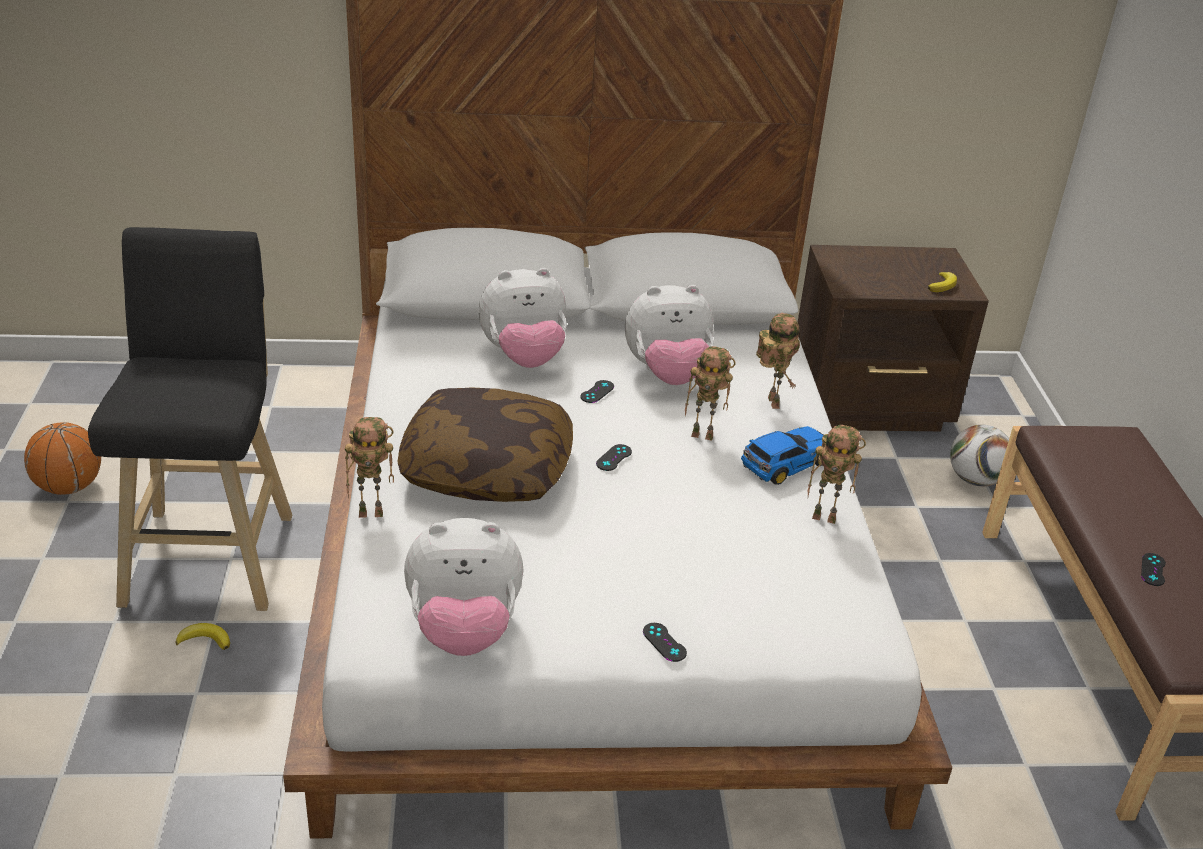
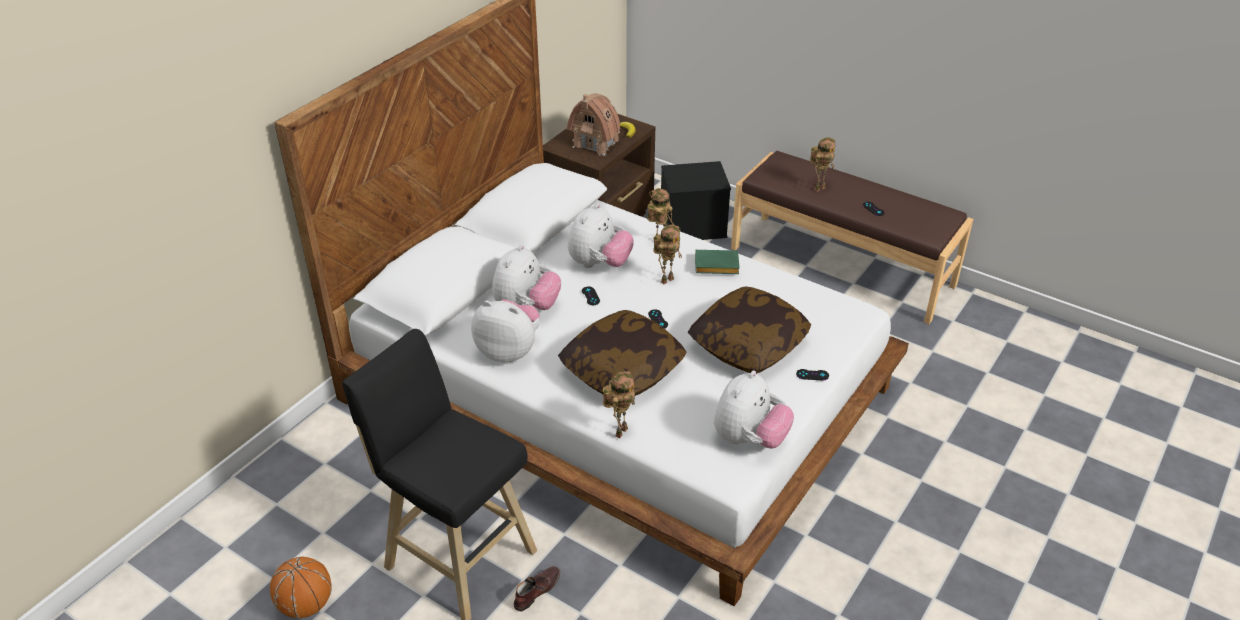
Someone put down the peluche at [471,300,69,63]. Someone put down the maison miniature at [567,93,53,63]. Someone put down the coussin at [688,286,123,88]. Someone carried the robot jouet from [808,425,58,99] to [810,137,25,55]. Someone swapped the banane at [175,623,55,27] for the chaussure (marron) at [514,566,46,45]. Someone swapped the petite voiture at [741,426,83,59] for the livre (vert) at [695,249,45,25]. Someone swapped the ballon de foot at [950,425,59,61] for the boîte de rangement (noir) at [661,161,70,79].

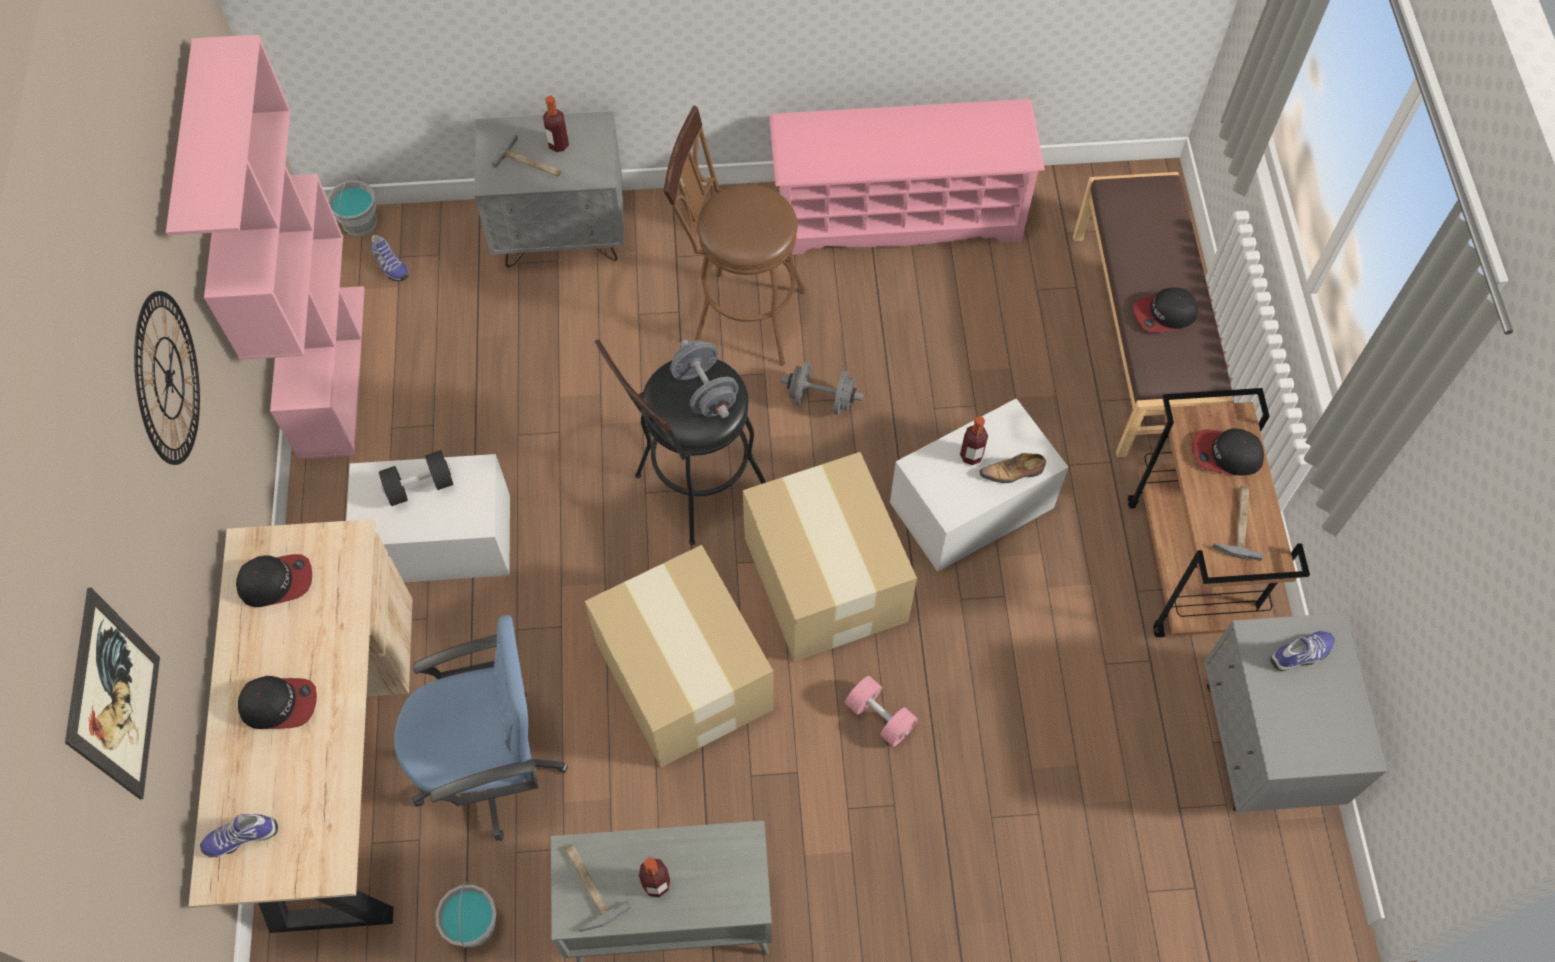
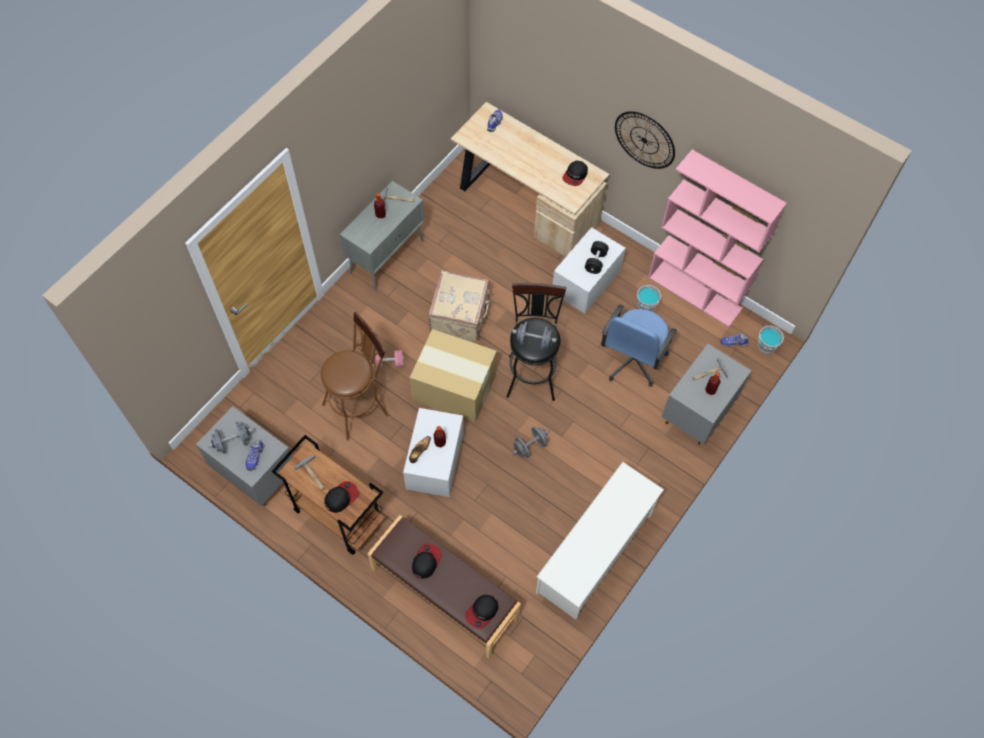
Someone took away the tableau at [65,588,95,211]. Someone put down the haltère (gris) at [208,422,45,32]. Someone carried the casquette from [238,676,79,53] to [465,595,33,34]. Someone carried the chaise de bureau (bleu) from [394,615,174,226] to [601,305,76,82]. Someone carried the seau (gris) from [435,882,61,66] to [637,285,24,26]. Someone carried the tabouret (marron) from [663,106,143,260] to [321,312,67,128]. Someone swapped the carton at [585,545,189,223] for the valise (beige) at [428,271,63,71]. Someone repainted the étagère à chaussures (rose) at [769,99,276,156], which became the étagère à chaussures (blanc) at [536,462,128,158].

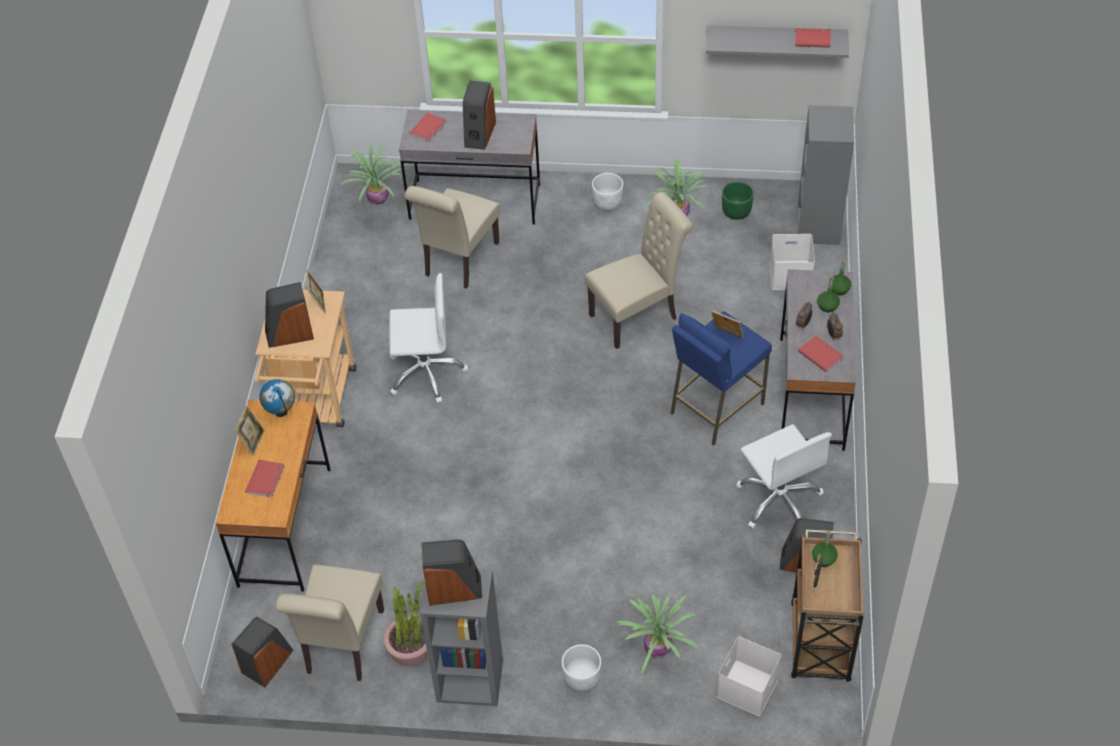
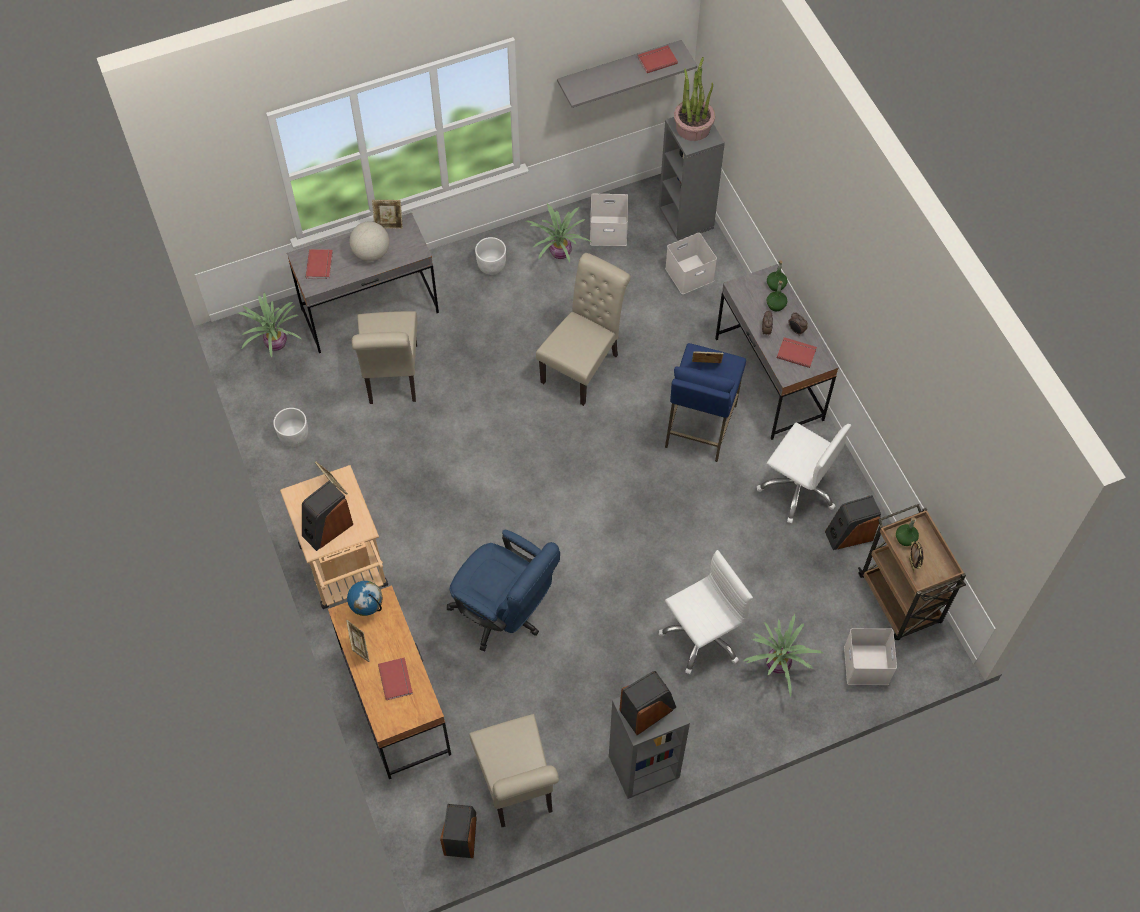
Someone put down the cadre photo at [372,200,31,29]. Someone put down the chaise de bureau (bleu) at [447,530,113,121]. Someone carried the plante en pot from [383,581,45,86] to [674,57,41,84]. Someone carried the chaise de bureau (blanc) from [389,273,79,130] to [659,550,94,124]. Someone carried the cache-pot (blanc) from [562,644,39,48] to [273,408,35,39]. Someone swapped the enceinte at [463,81,33,69] for the globe at [350,222,39,39]. Someone swapped the cache-pot (vert) at [722,181,32,39] for the boîte de rangement (blanc) at [590,194,38,52].

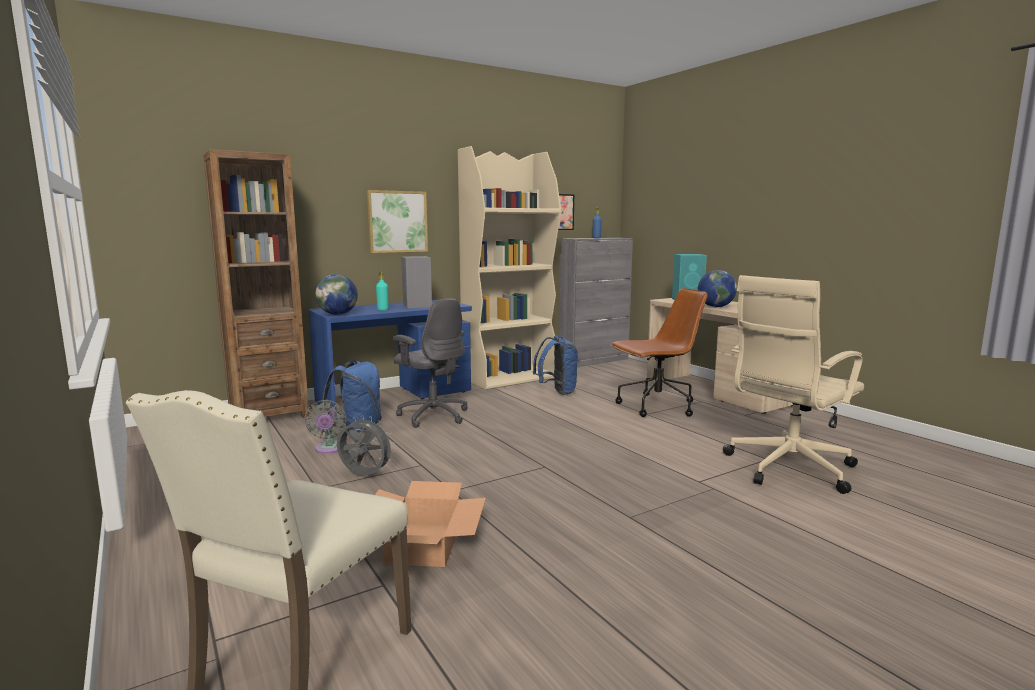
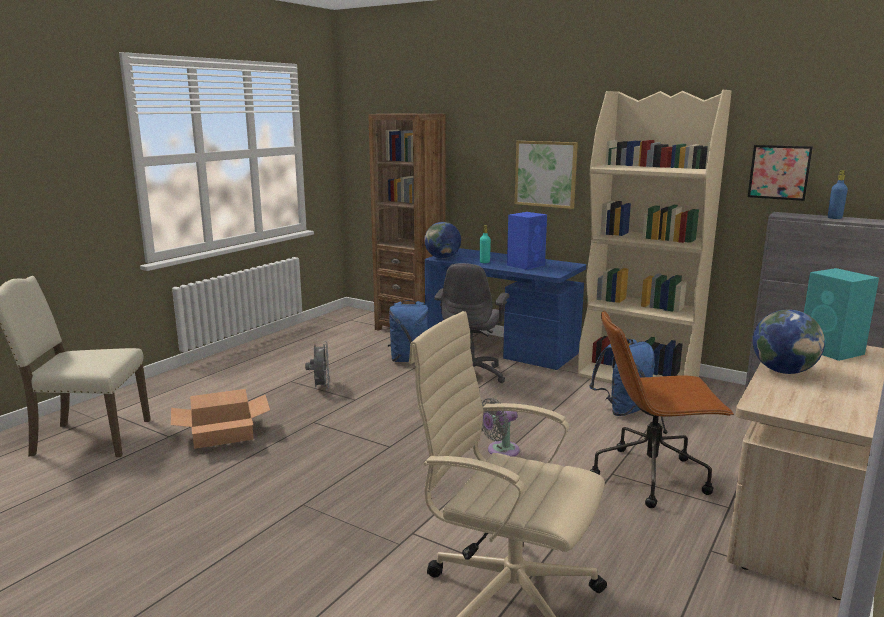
Someone carried the ventilateur (gris) from [304,400,43,54] to [482,398,38,59]. Someone repainted the enceinte (gris) at [401,256,31,52], which became the enceinte (bleu) at [507,212,40,58]. Someone rotated the chaise de bureau (marron) at [610,288,98,129] by 135 degrees clockwise.

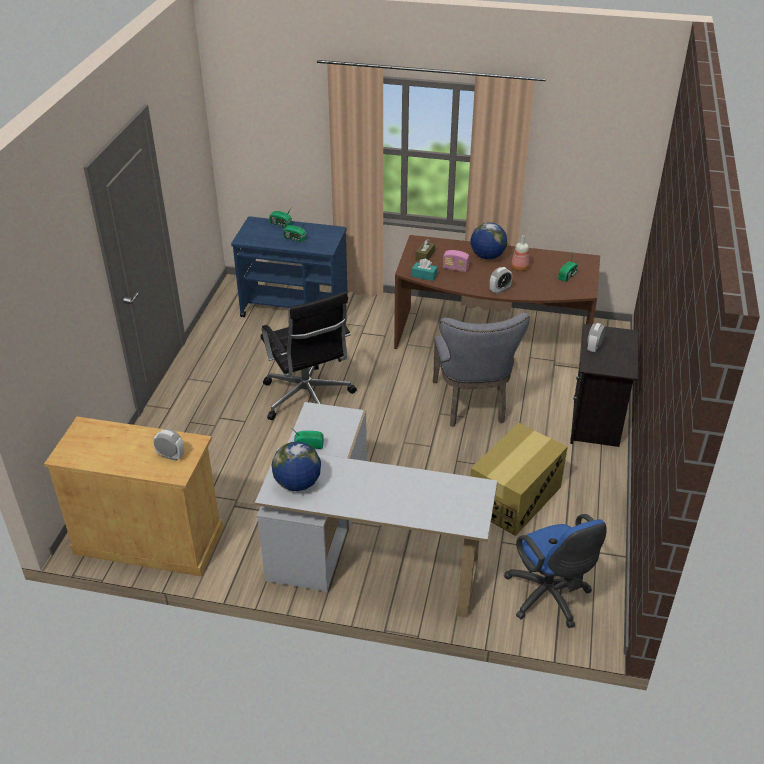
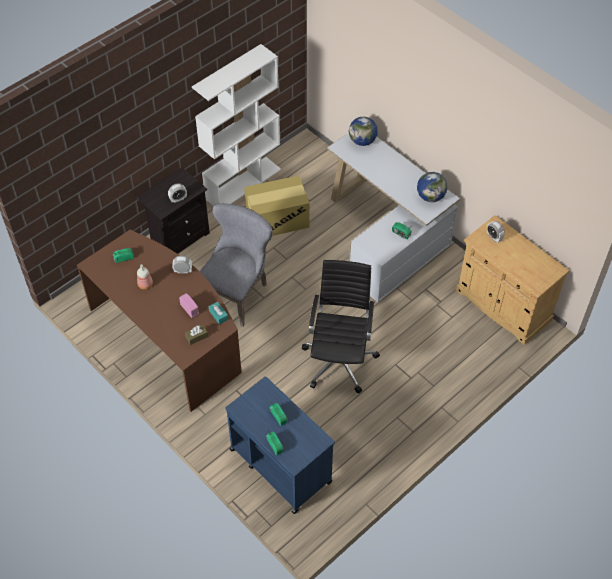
Someone took away the chaise de bureau (bleu) at [504,514,103,114]. Someone put down the bibliothèque (blanc) at [192,44,89,162]. Someone carried the globe from [470,222,37,37] to [349,117,29,29].

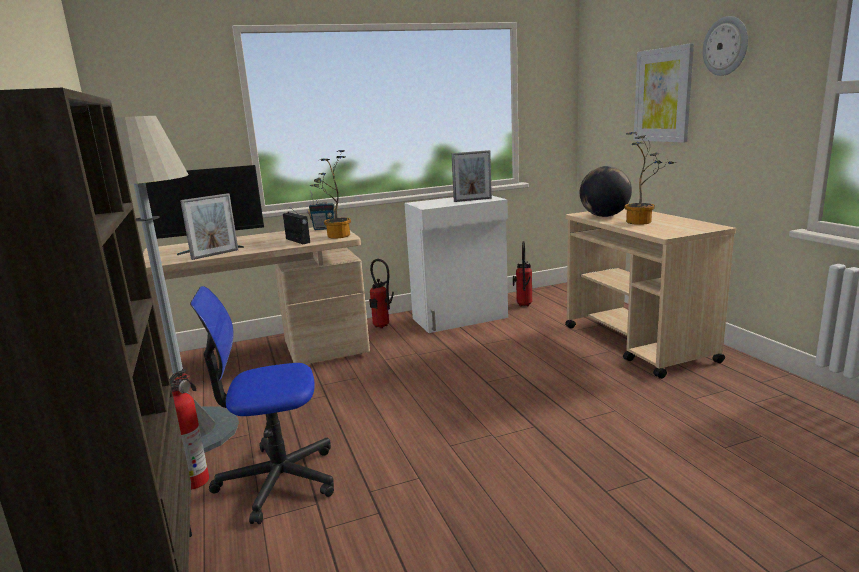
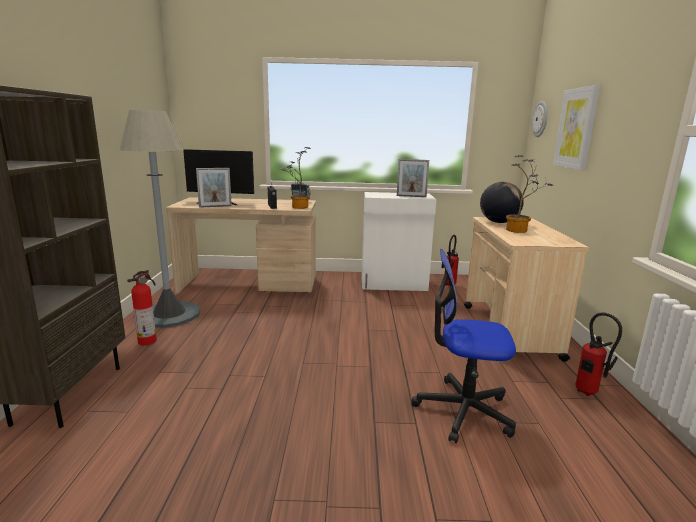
Someone carried the chaise de bureau from [190,286,144,238] to [411,249,105,194]. Someone carried the extincteur from [369,259,25,70] to [575,313,47,83]. Someone carried the horloge murale from [703,16,45,60] to [532,101,16,36].

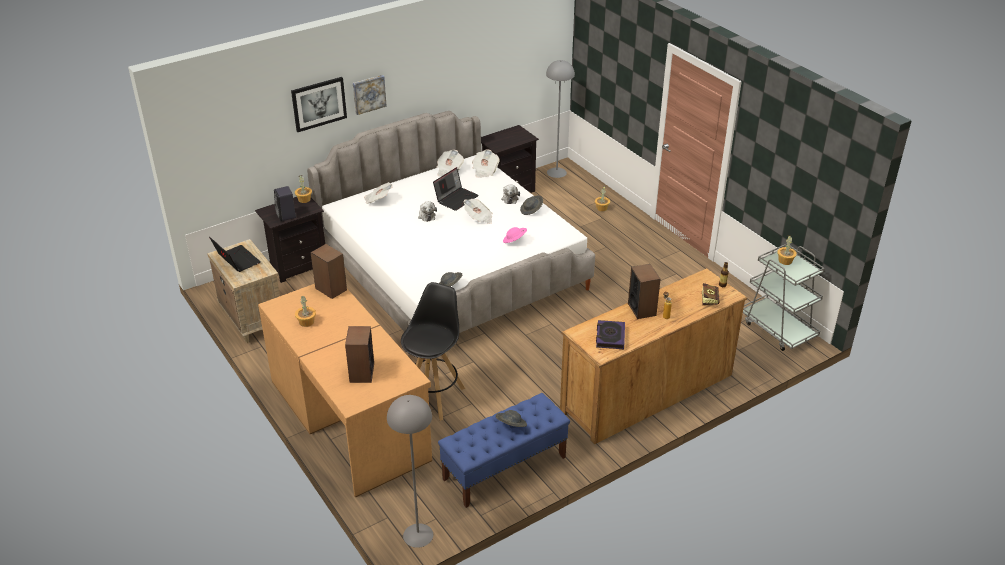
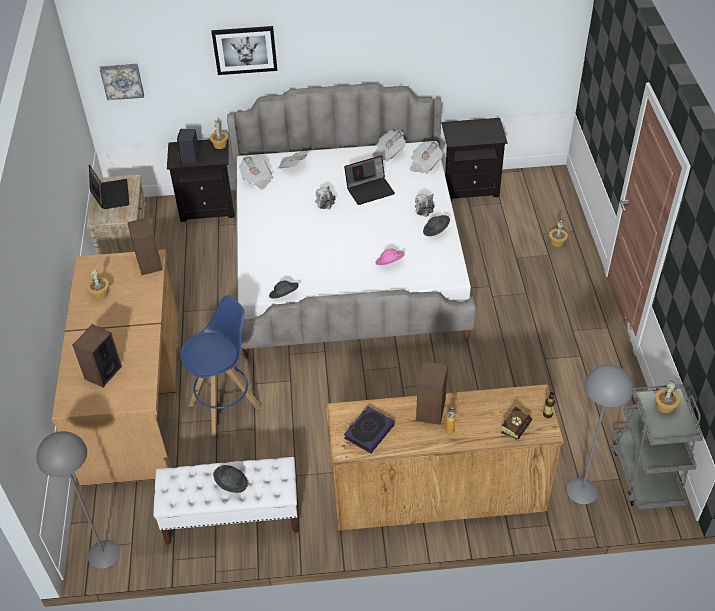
Someone carried the tableau from [353,75,34,40] to [99,64,45,36]. Someone carried the journal from [464,199,29,25] to [239,156,35,33]. Someone carried the lampadaire (gris) from [546,60,29,118] to [567,364,66,140]. Someone repainted the tabouret (noir) at [401,282,64,139], which became the tabouret (bleu) at [180,295,81,141]. Someone repainted the banc (bleu) at [438,393,132,115], which became the banc (blanc) at [153,457,146,88].

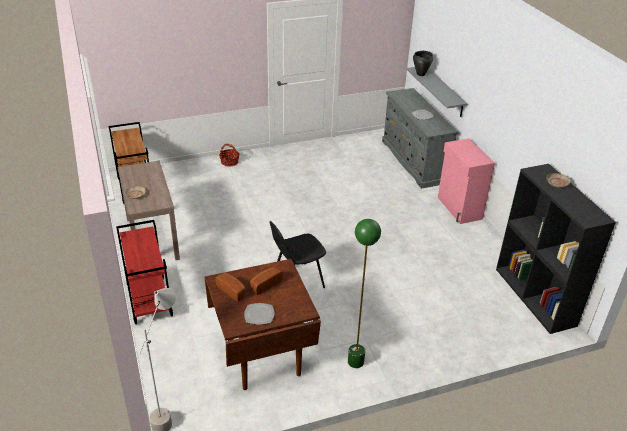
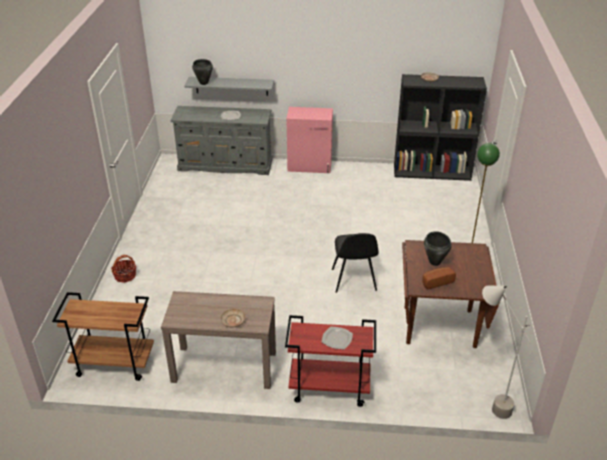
Someone carried the assiette from [244,303,30,22] to [322,327,31,22]. Someone swapped the pain at [250,267,33,28] for the marmite (noir) at [424,231,28,35].

